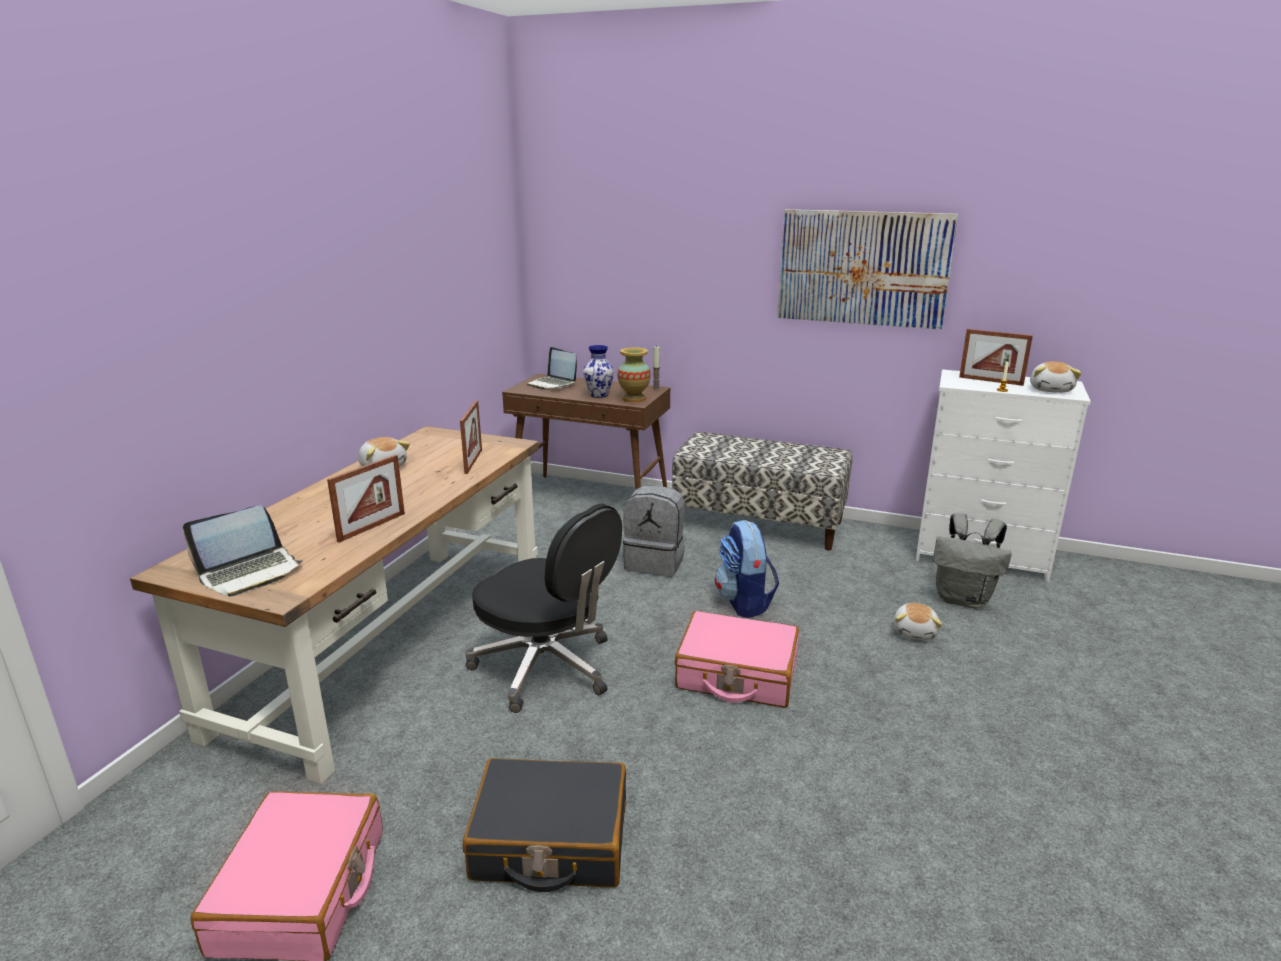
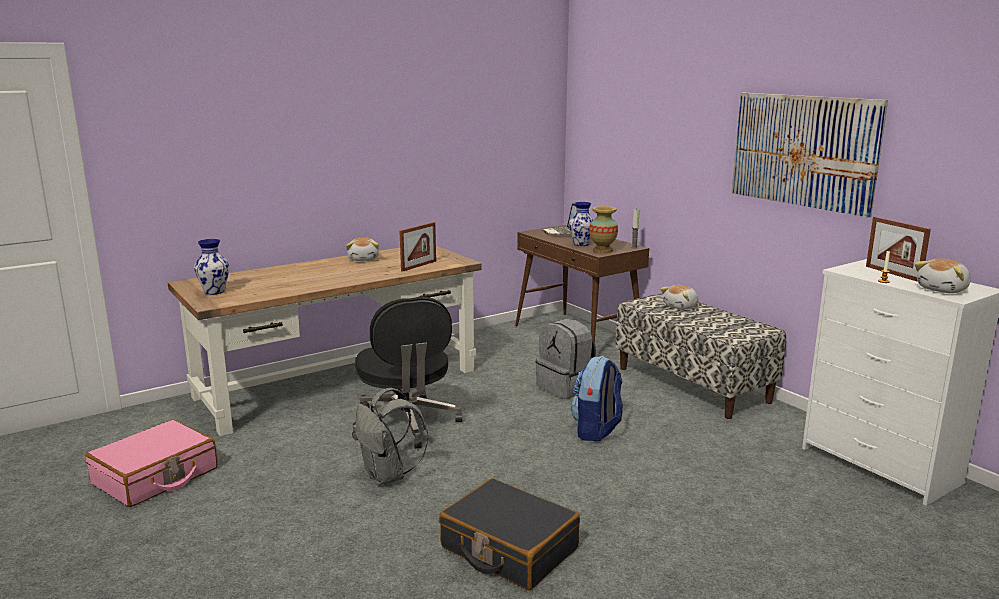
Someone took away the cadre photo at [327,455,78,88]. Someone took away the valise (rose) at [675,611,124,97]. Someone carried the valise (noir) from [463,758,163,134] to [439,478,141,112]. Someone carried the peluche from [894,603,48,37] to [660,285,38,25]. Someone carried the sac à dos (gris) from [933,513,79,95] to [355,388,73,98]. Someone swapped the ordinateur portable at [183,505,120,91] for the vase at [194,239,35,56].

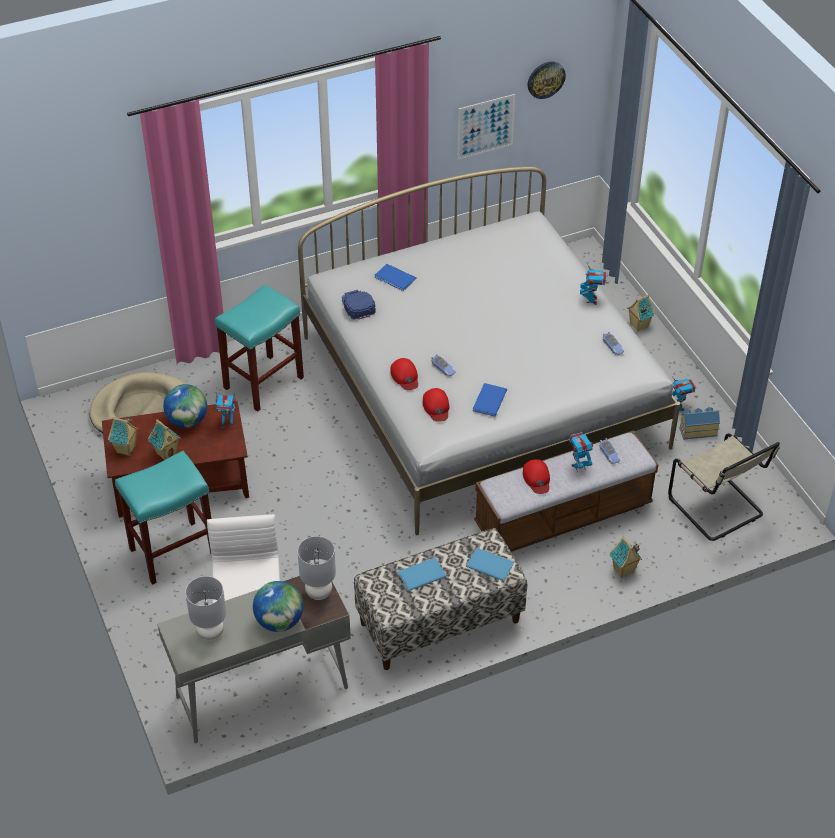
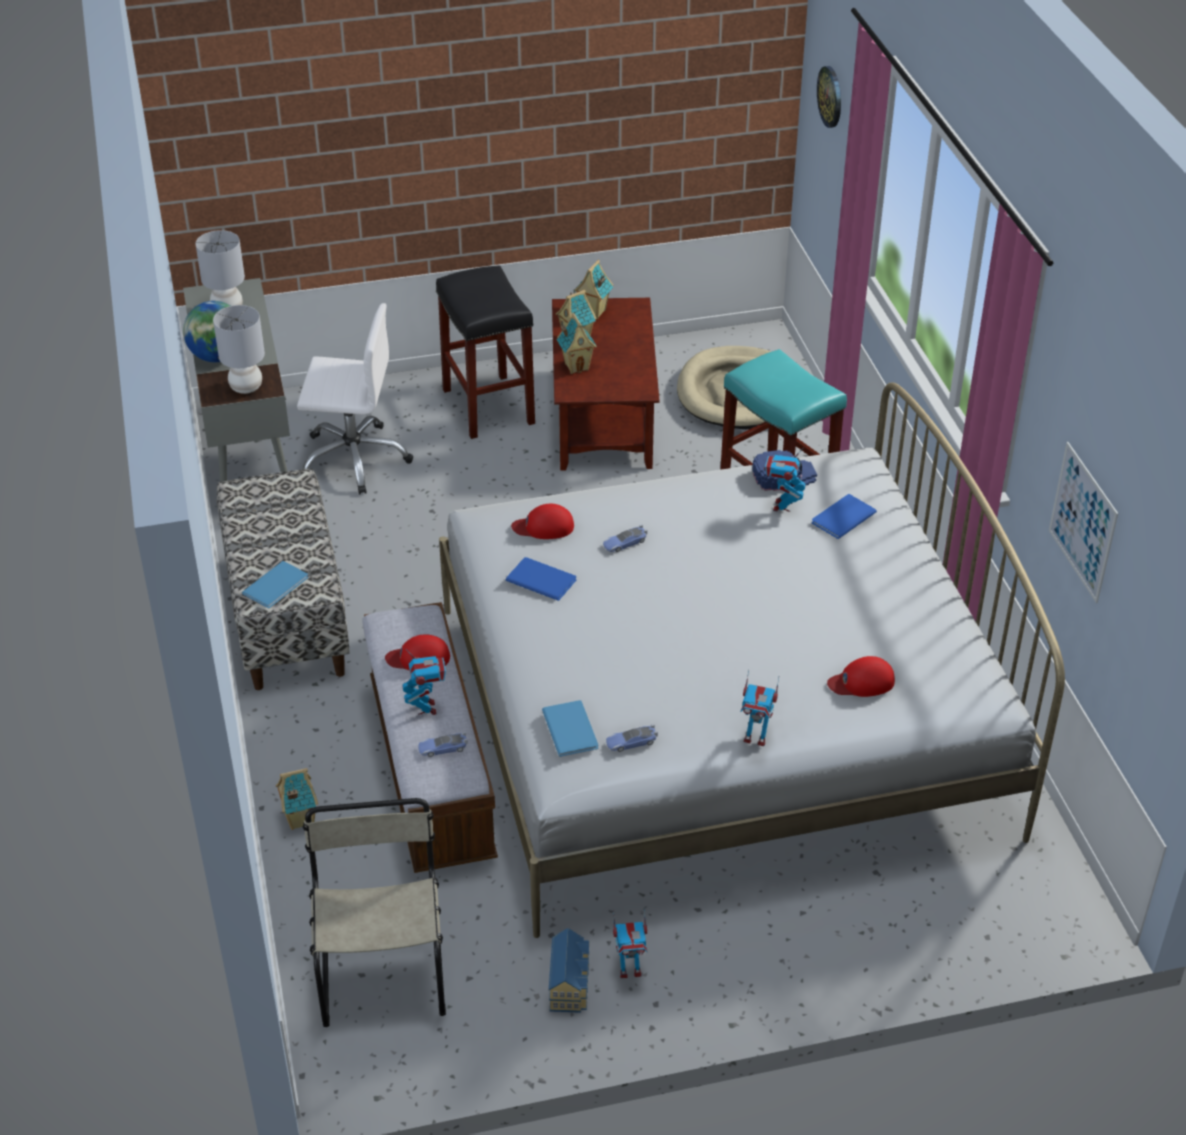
Someone took away the globe at [163,384,44,44]. Someone carried the robot jouet from [216,388,20,41] to [764,448,42,64]. Someone carried the casquette (rouge) from [390,358,28,32] to [827,656,68,41]. Someone carried the livre (bleu) from [398,558,48,33] to [542,700,57,57]. Someone carried the horloge murale from [528,62,38,37] to [817,66,24,62]. Someone carried the maison miniature from [627,295,28,37] to [557,313,40,61]. Someone repainted the tabouret (turquoise) at [115,451,96,134], which became the tabouret (noir) at [436,265,99,174]. Someone rotated the chaise (beige) at [668,433,112,108] by 105 degrees clockwise.

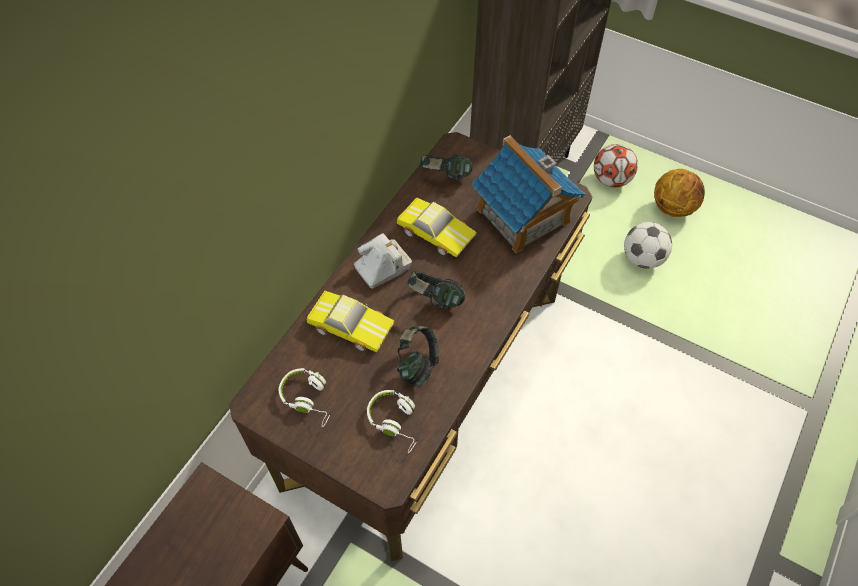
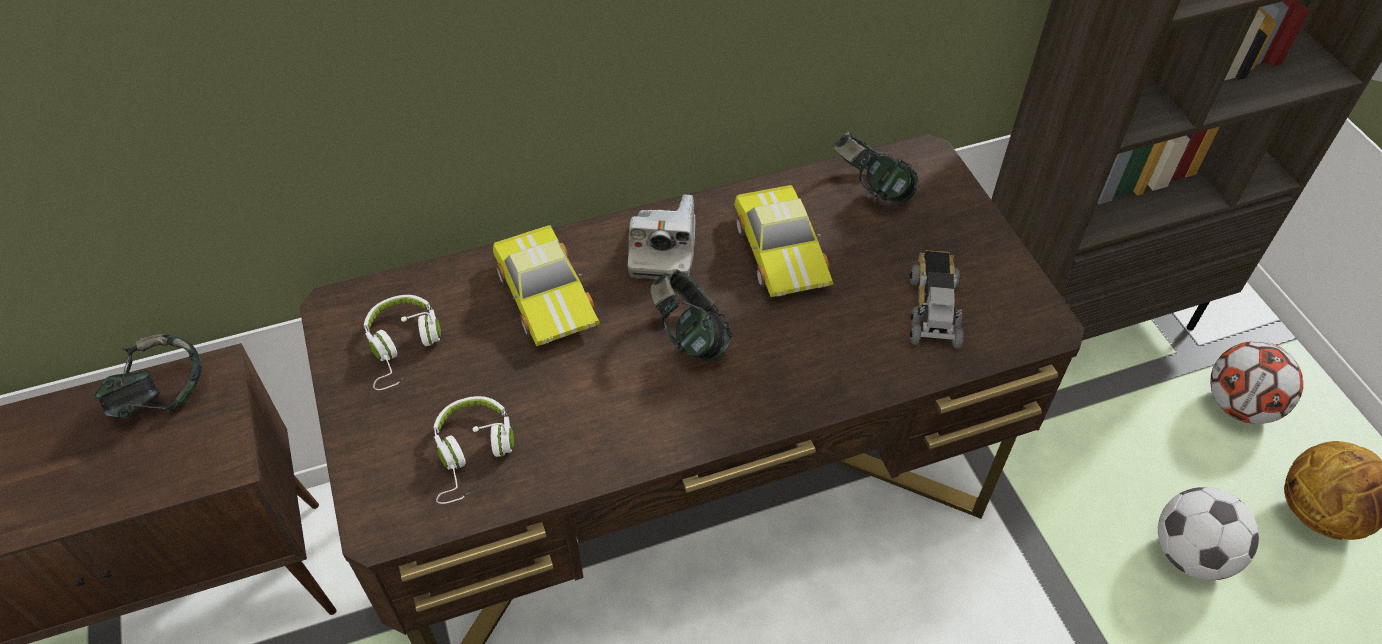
Someone carried the casque audio from [397,326,42,61] to [94,334,107,85]. Someone swapped the maison miniature at [471,135,114,118] for the camion jouet at [909,250,55,99]. Someone rotated the appareil photo at [354,233,58,56] by 90 degrees clockwise.

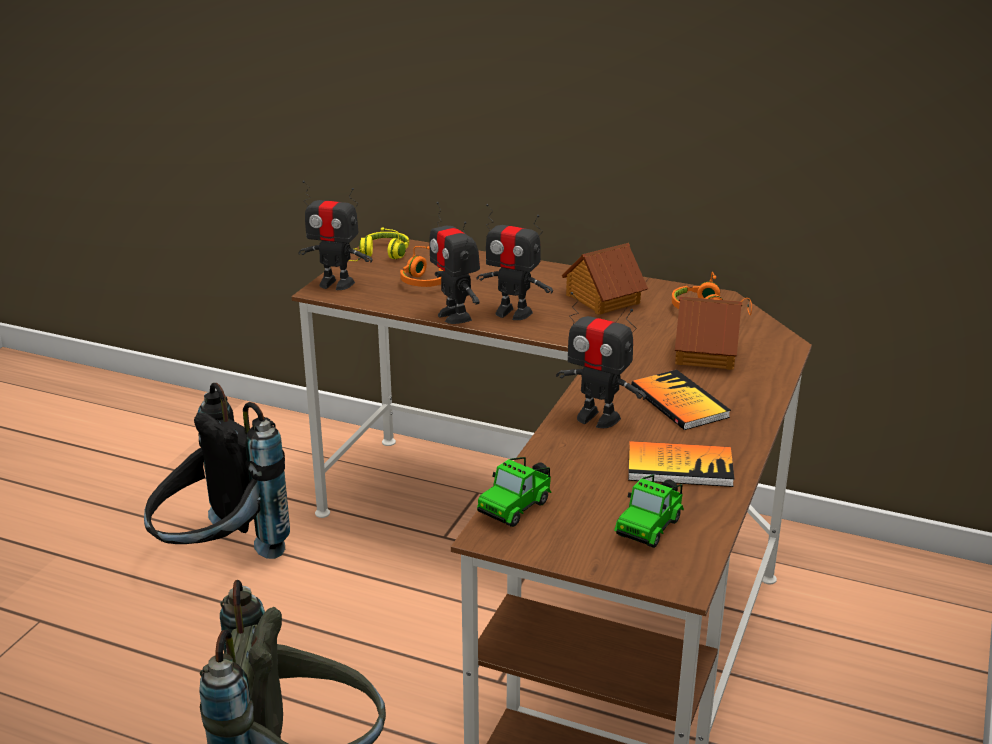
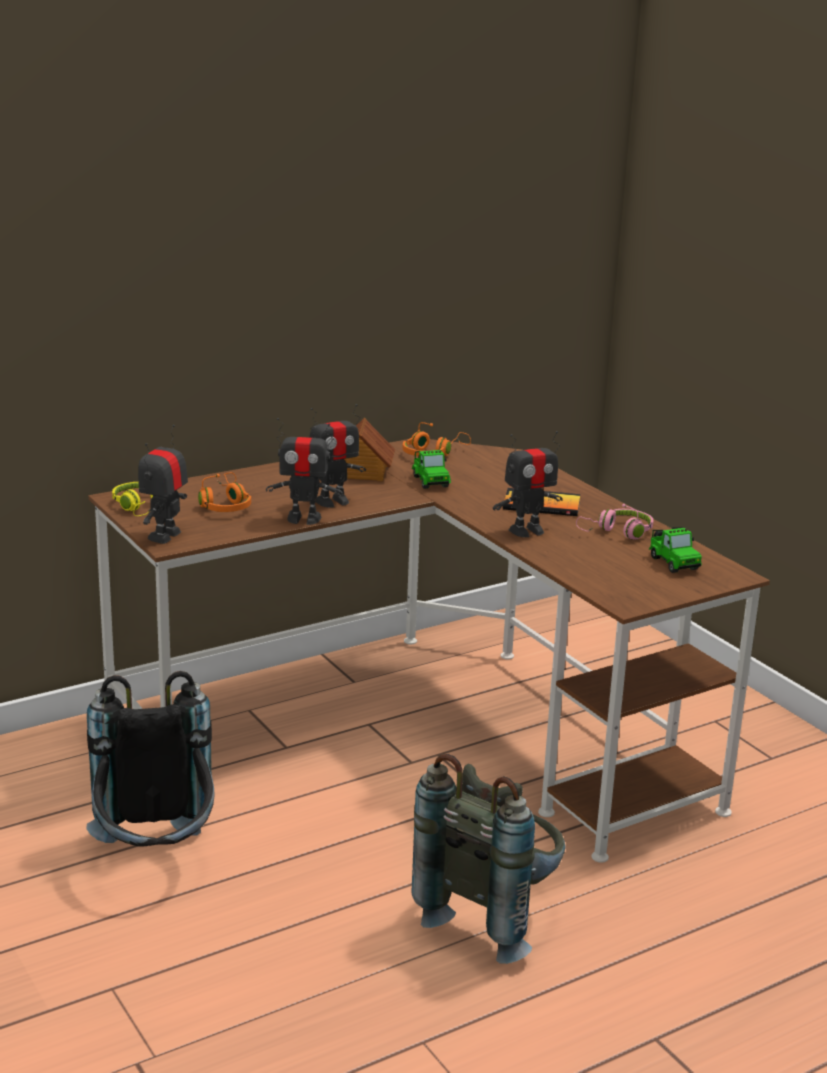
Someone took away the maison miniature at [675,296,68,74]. Someone carried the petite voiture from [477,457,75,70] to [412,450,39,39]. Someone swapped the livre at [628,441,106,46] for the casque audio (rose) at [576,504,77,36]. Someone rotated the robot jouet at [298,181,74,109] by 150 degrees clockwise.

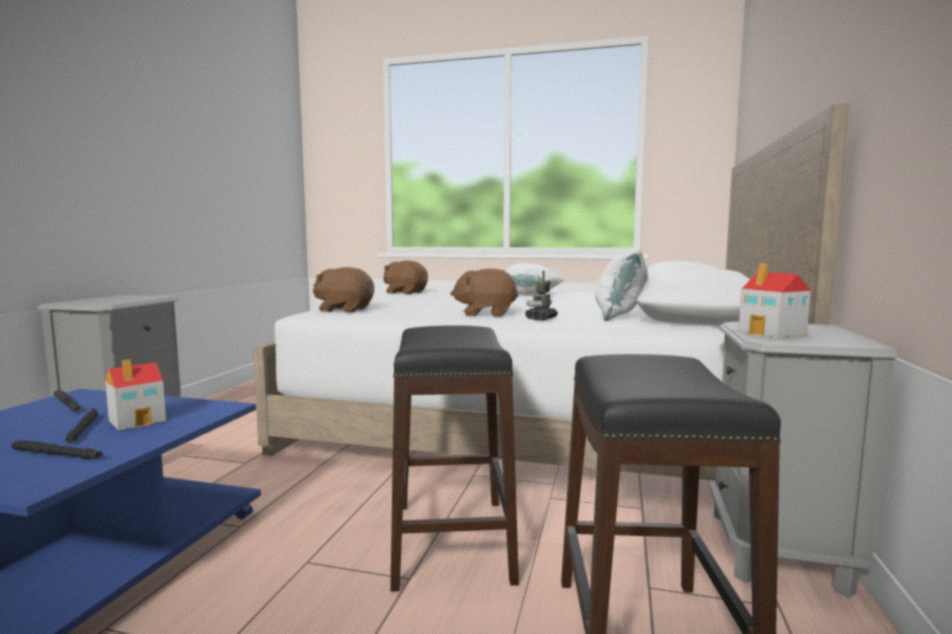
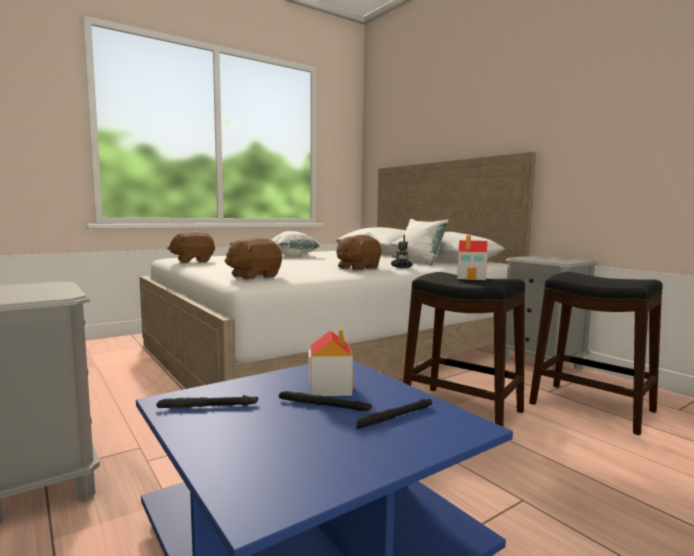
Someone carried the maison miniature from [739,264,72,74] to [457,235,31,45].

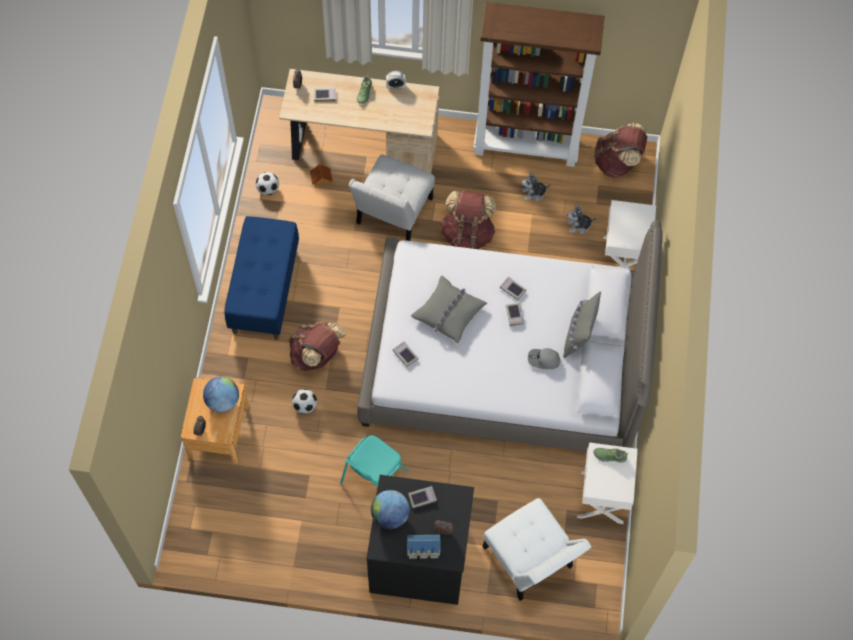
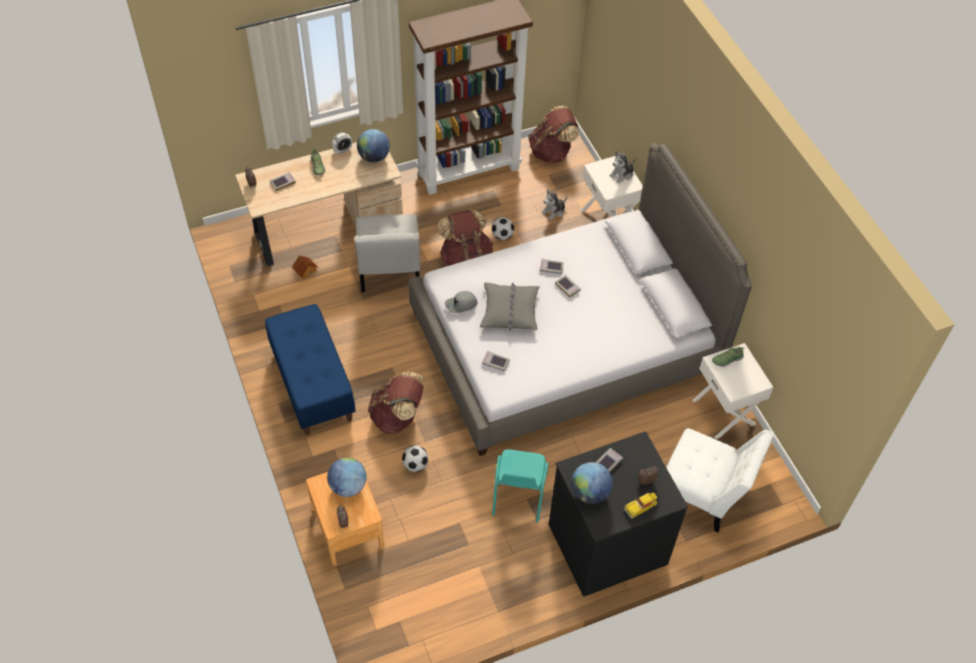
Someone took away the coussin (gris) at [563,292,38,66]. Someone put down the globe at [357,129,33,34]. Someone carried the ballon de foot from [256,172,23,23] to [491,217,23,23]. Someone carried the peluche from [522,171,29,30] to [610,151,26,33]. Someone carried the casquette (gris) from [528,348,32,21] to [445,291,32,22]. Someone swapped the maison miniature at [407,535,33,24] for the petite voiture at [624,493,33,26].

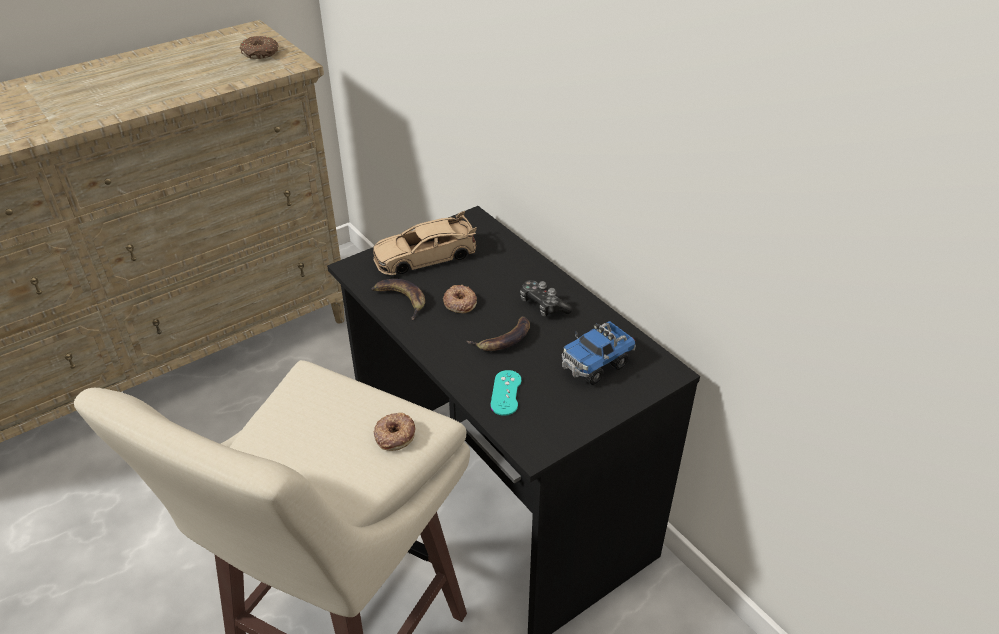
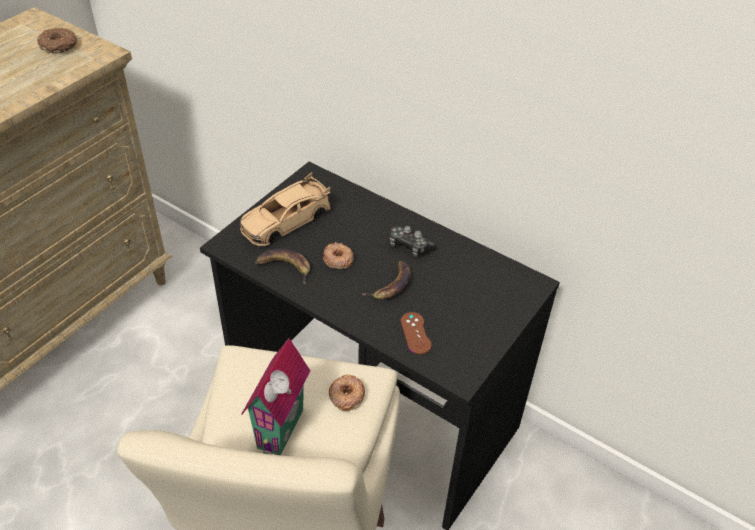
Someone took away the camion jouet at [561,321,75,64]. Someone put down the maison miniature at [241,338,69,117]. Someone repainted the manette (turquoise) at [490,370,31,46], which became the manette (marron) at [401,312,31,42].

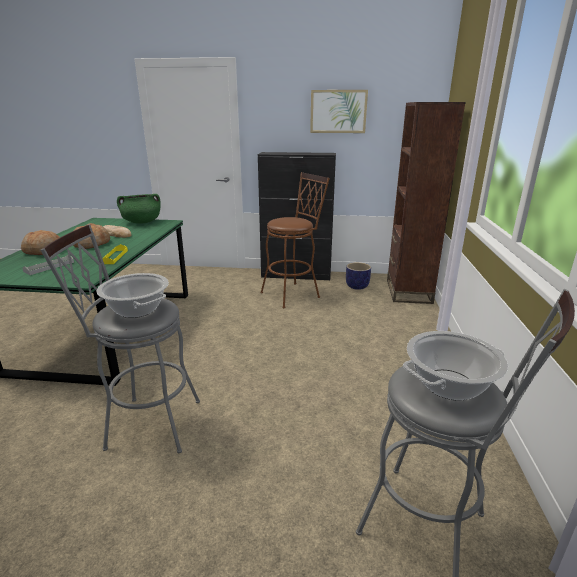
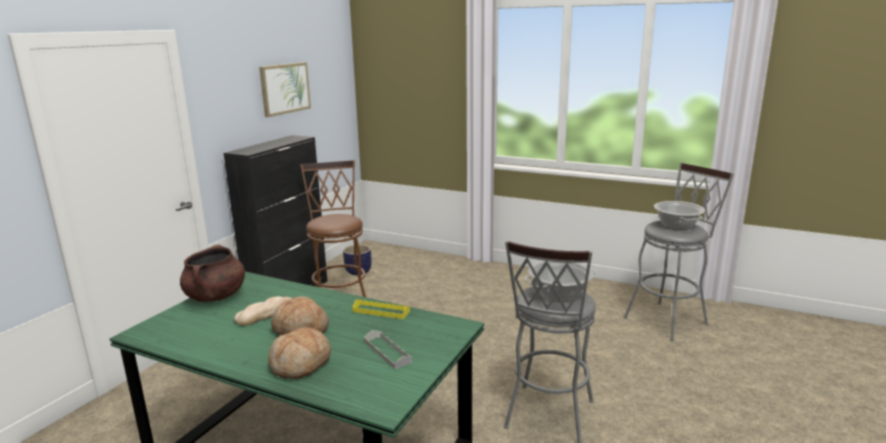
Someone took away the bibliothèque (marron) at [387,102,79,202]. Someone repainted the marmite (vert) at [117,194,44,30], which became the marmite (marron) at [180,245,65,57].

